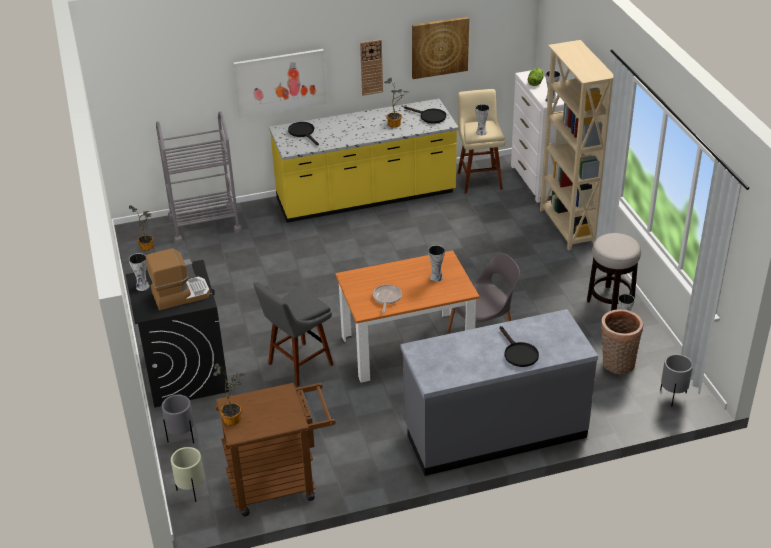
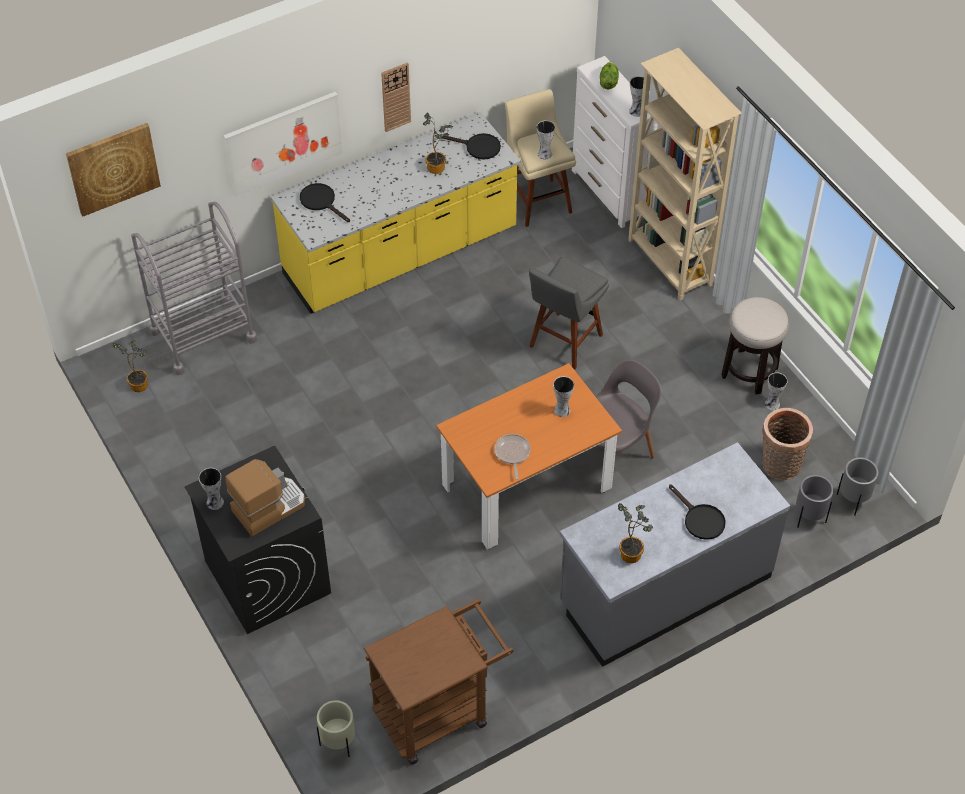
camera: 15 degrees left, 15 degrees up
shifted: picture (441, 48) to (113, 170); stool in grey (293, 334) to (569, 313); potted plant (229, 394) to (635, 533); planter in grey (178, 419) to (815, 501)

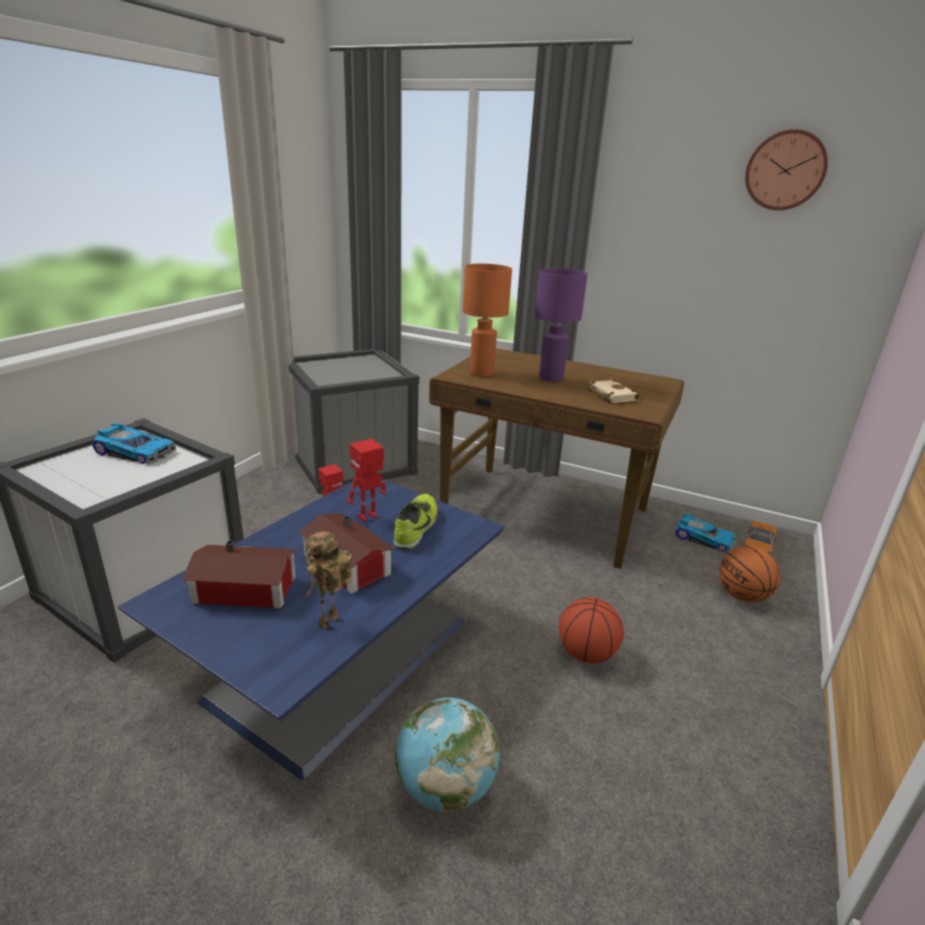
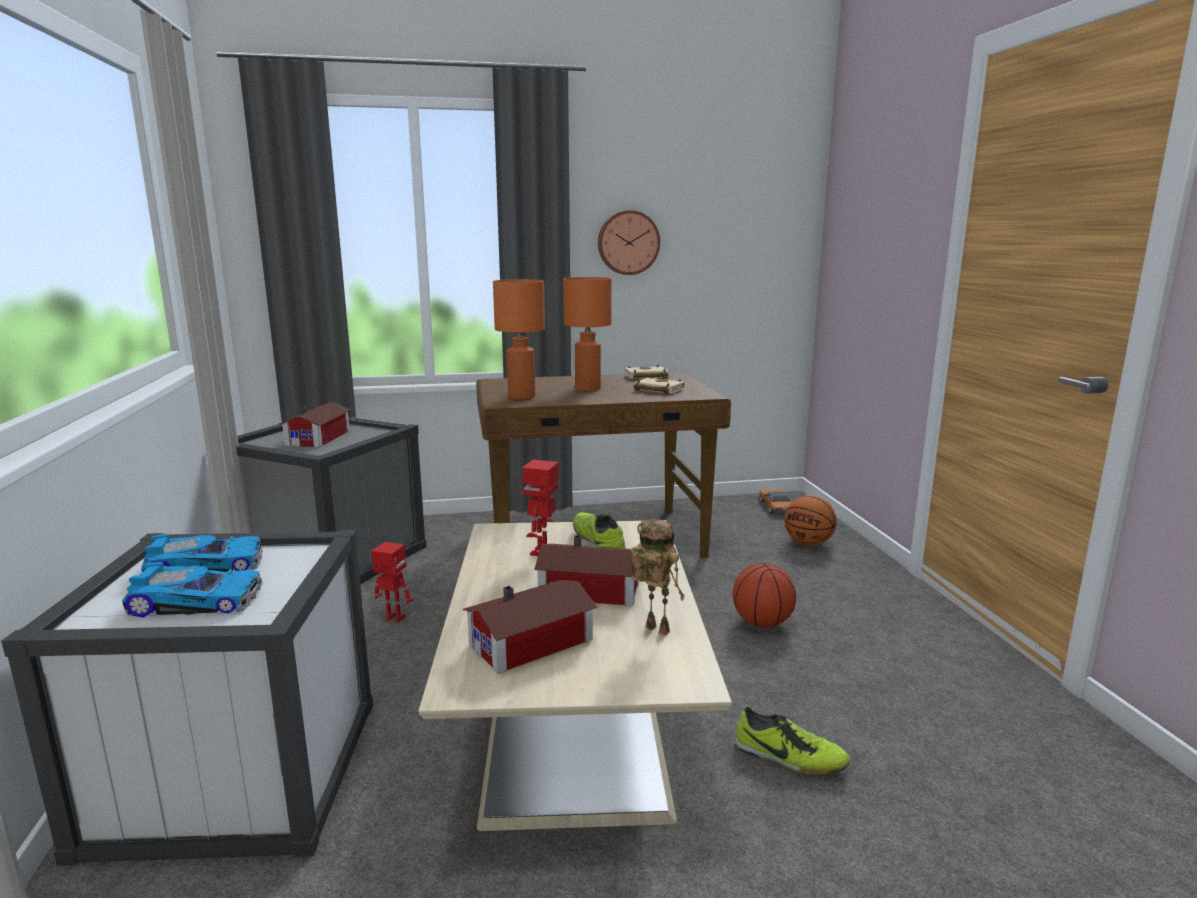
camera: 35 degrees left, 10 degrees down
new: book in beige (647, 372); toy house (315, 424)
shifted: wall clock (786, 169) to (629, 242); toy car (705, 533) to (192, 590)
swapped: globe (447, 755) to shoe (792, 740)
repainted: table lamp in purple (561, 325) to table lamp in orange (587, 334); coffee table in blue (311, 630) to coffee table in beige (575, 675)
rotated: toy robot (328, 580) = (658, 577) 135 degrees clockwise

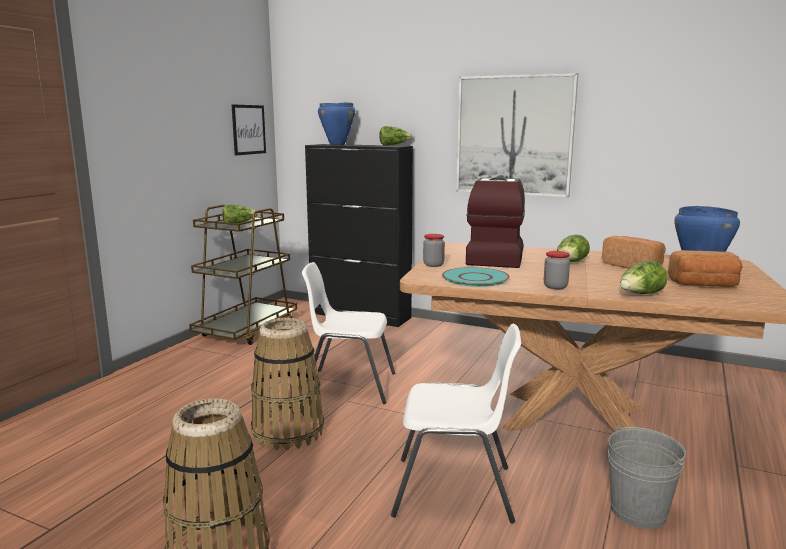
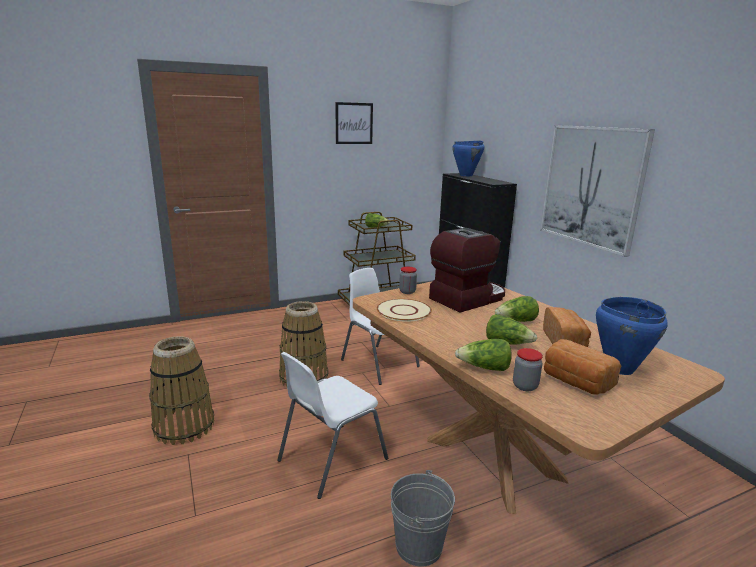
camera: 40 degrees right, 5 degrees up
shifted: picture (248, 129) to (354, 123); lettuce (395, 136) to (511, 329); jar (557, 270) to (528, 369)
repainted: plate in turquoise (476, 277) to plate in beige (404, 310)
rotated: chair in white (456, 424) = (332, 425) 90 degrees clockwise

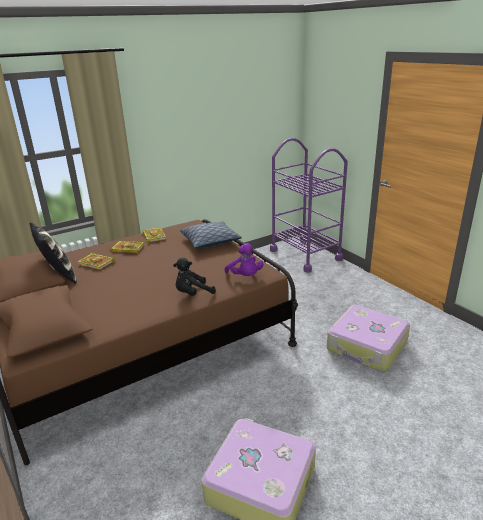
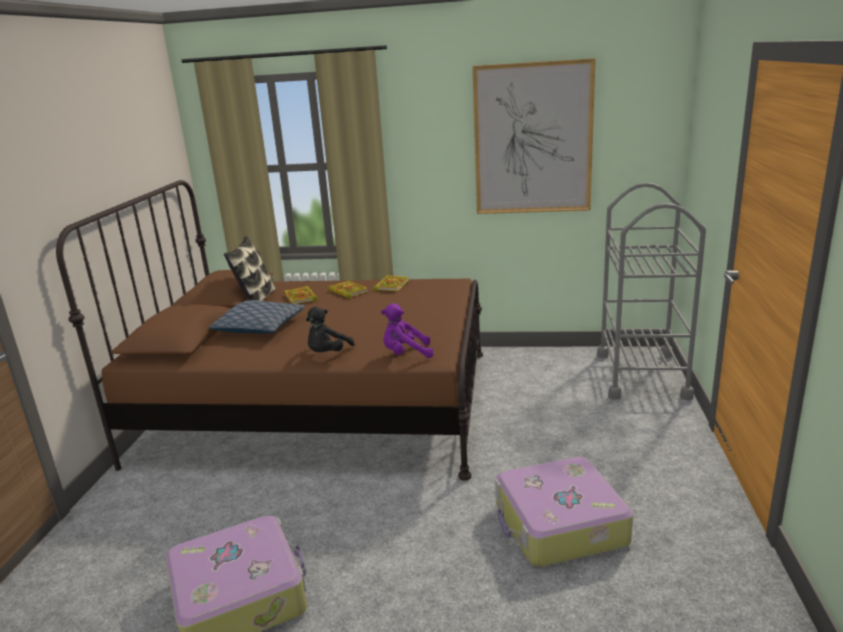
camera: 40 degrees right, 5 degrees down
new: picture (534, 136)
shifted: pillow (211, 234) to (257, 317)
repainted: cart in purple (309, 205) to cart in grey (651, 291)
rotated: plush toy in purple (244, 259) = (407, 330) 75 degrees clockwise; plush toy in black (194, 276) = (330, 329) 75 degrees counterclockwise

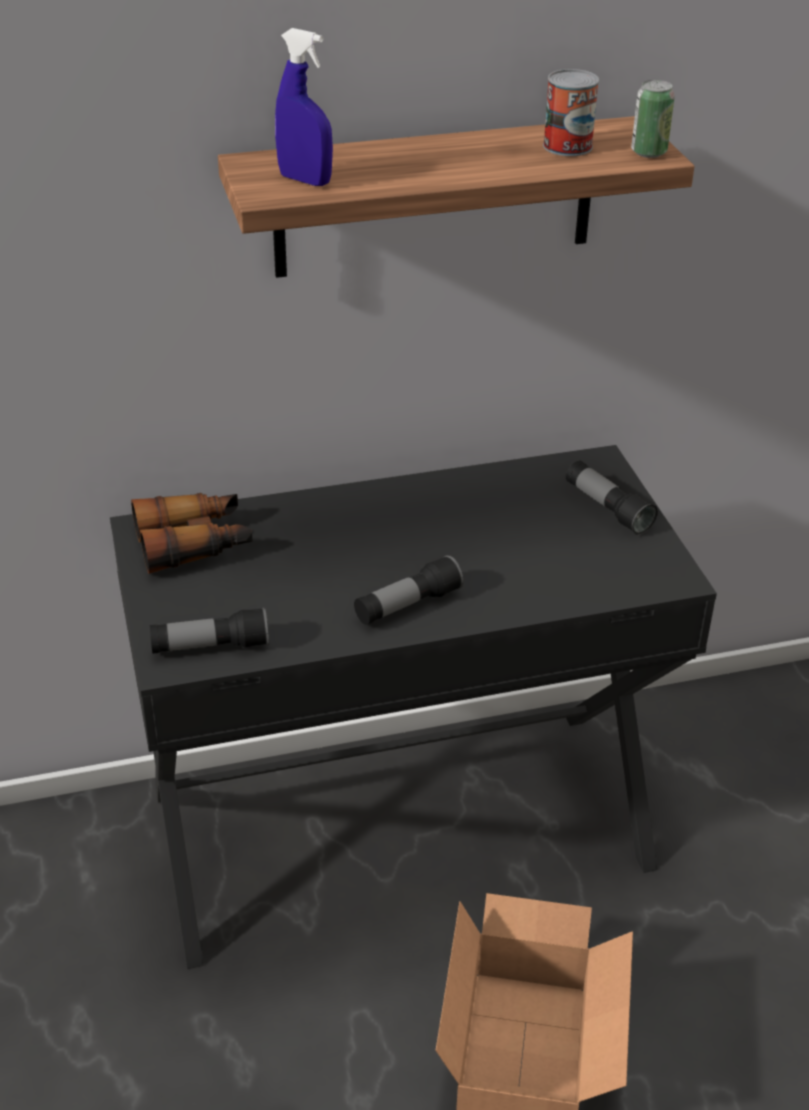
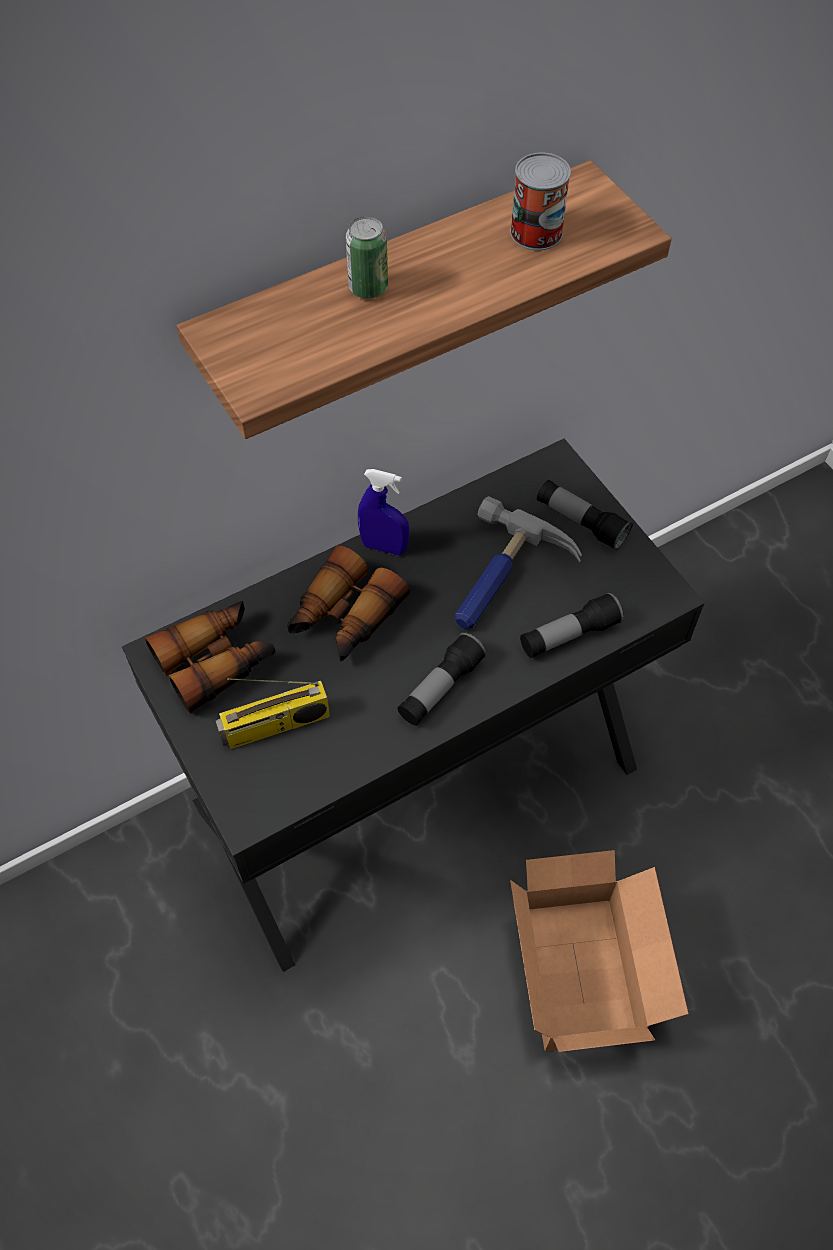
camera: 15 degrees left, 20 degrees up
new: hammer (518, 562); binoculars (348, 603); radio (273, 713)
shifted: spray bottle in blue (304, 107) to (383, 512); can (653, 119) to (367, 257); flashlight (209, 630) to (572, 625)

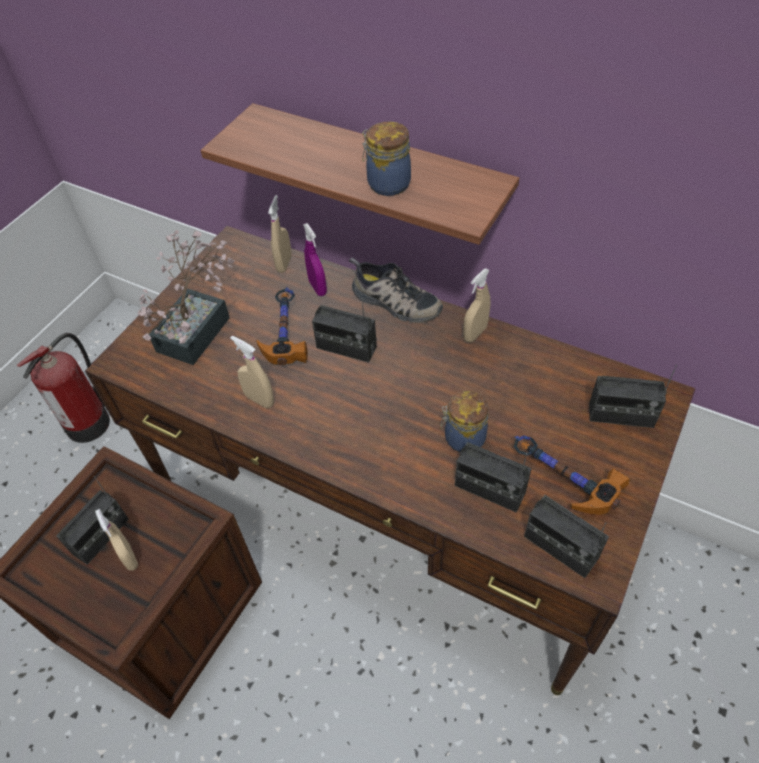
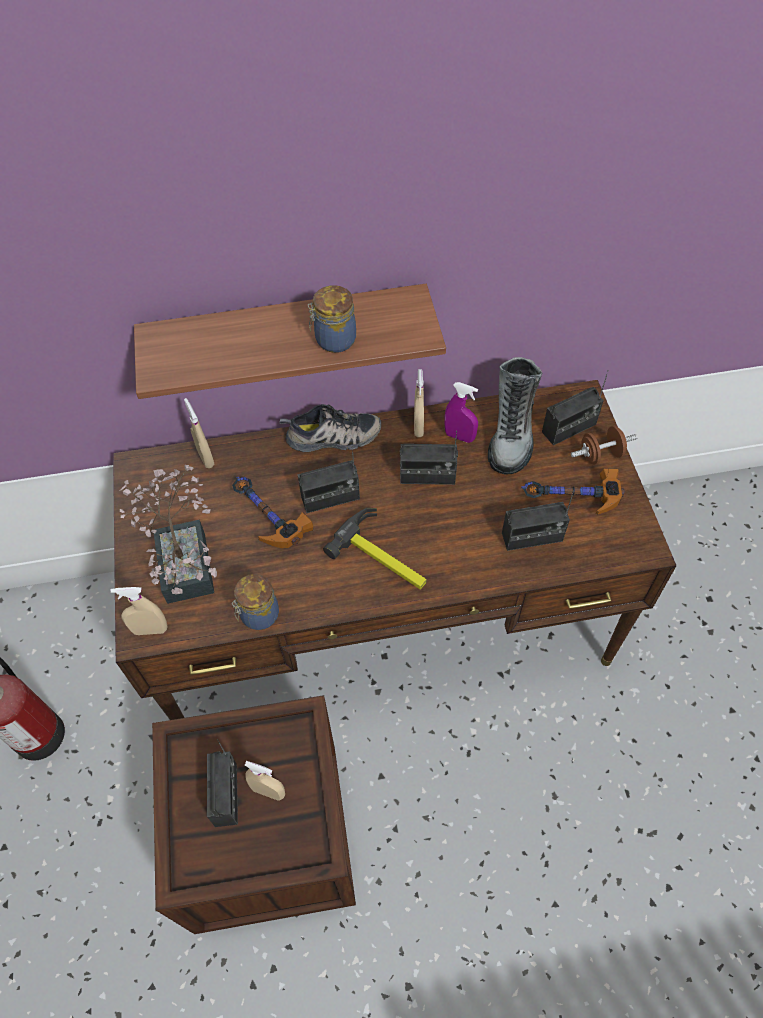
camera: 40 degrees left, 5 degrees up
new: boot (515, 416); dumbbell in brown (604, 445); hammer (375, 549)
shifted: spray bottle in purple (315, 259) to (461, 412); spray bottle in beige (252, 372) to (139, 611); jar (465, 421) to (255, 602); radio (566, 536) to (429, 458)

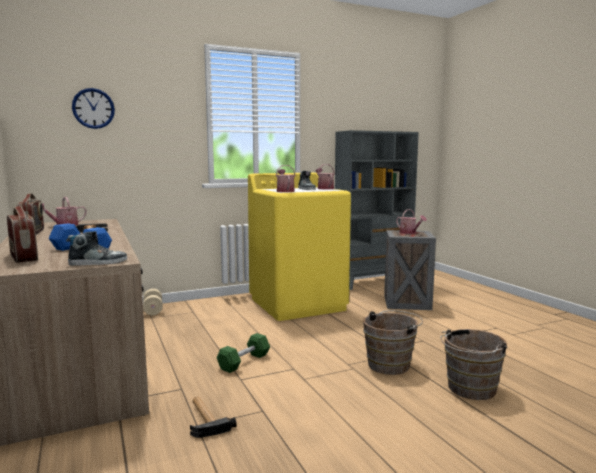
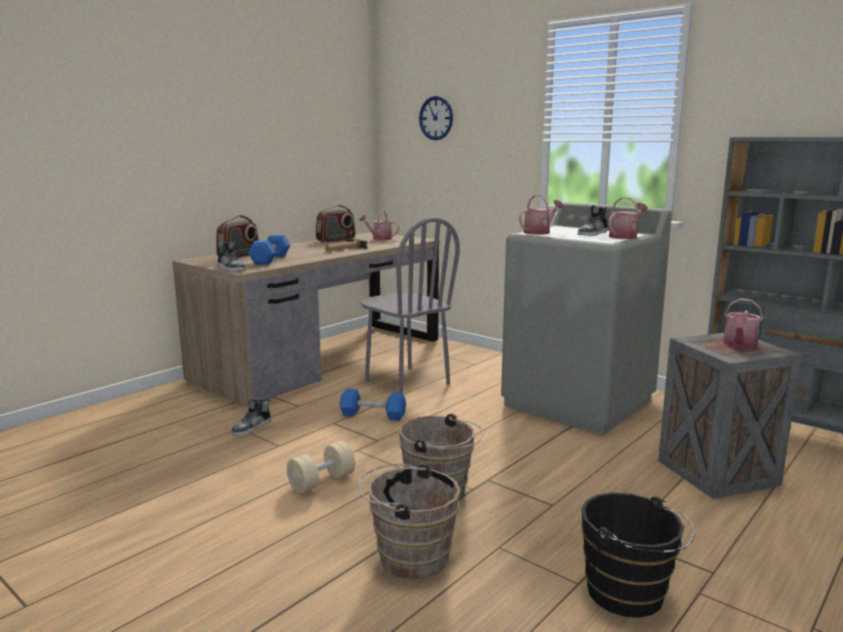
camera: 65 degrees right, 5 degrees up
new: chair in grey (410, 305); bucket in black (638, 555)
shifted: dumbbell in beige (153, 302) to (321, 467)
swapped: hammer (213, 417) to shoe (251, 417)
repainted: washing machine in yellow (299, 247) to washing machine in grey (586, 318); dumbbell in green (243, 353) to dumbbell in blue (373, 405)

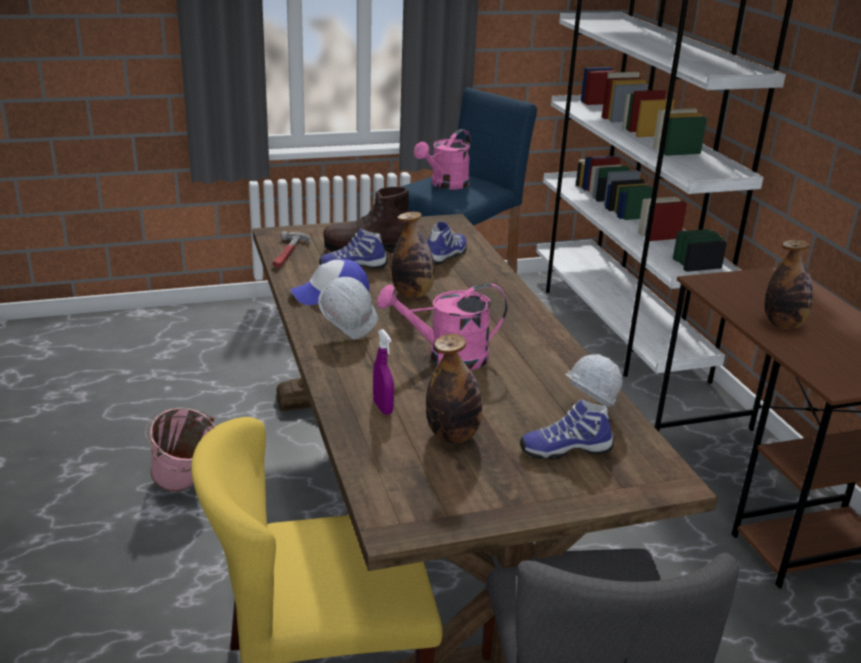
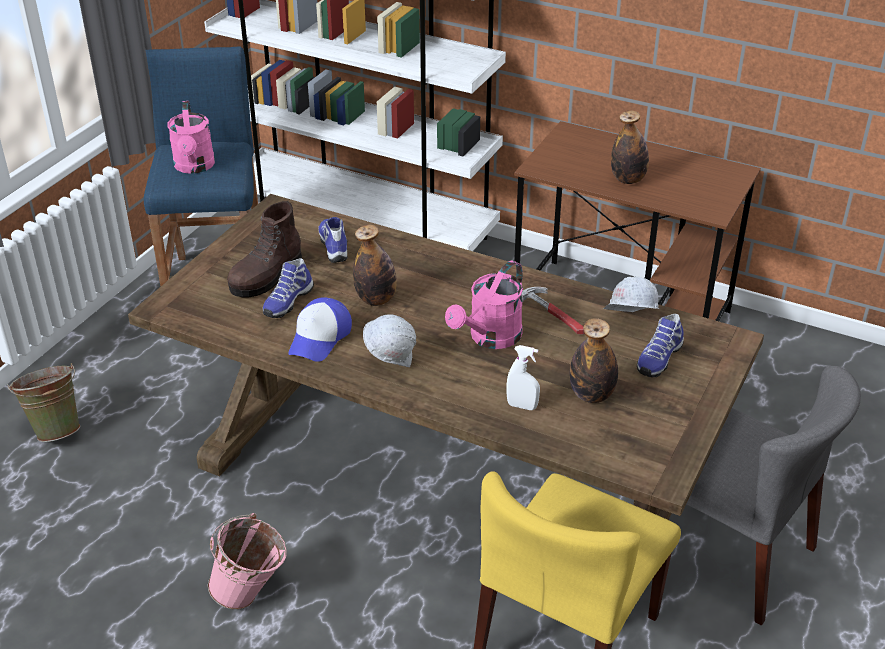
camera: 45 degrees left, 10 degrees up
new: bucket in green (44, 402)
shifted: hammer (292, 249) to (552, 311)
repainted: spray bottle in purple (383, 372) to spray bottle in white (523, 377)

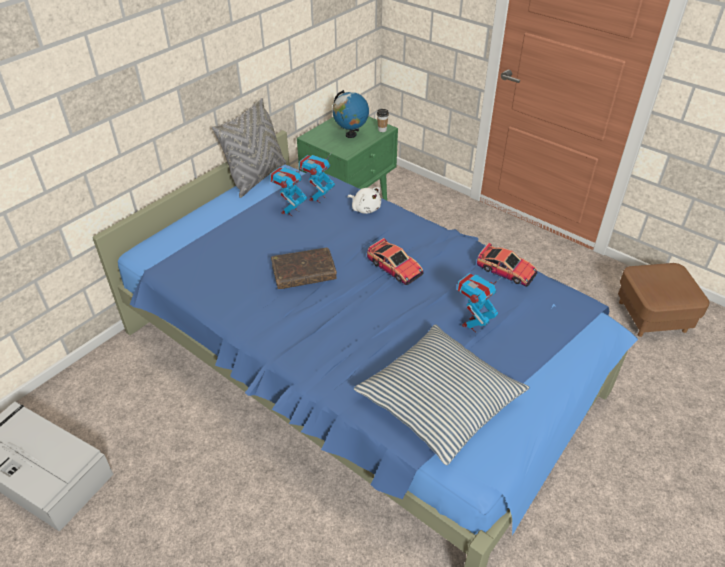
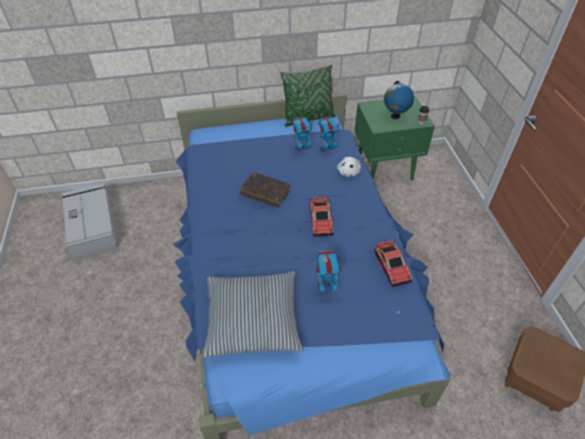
camera: 40 degrees right, 5 degrees up
repainted: pillow in grey (249, 148) to pillow in green (307, 96)

